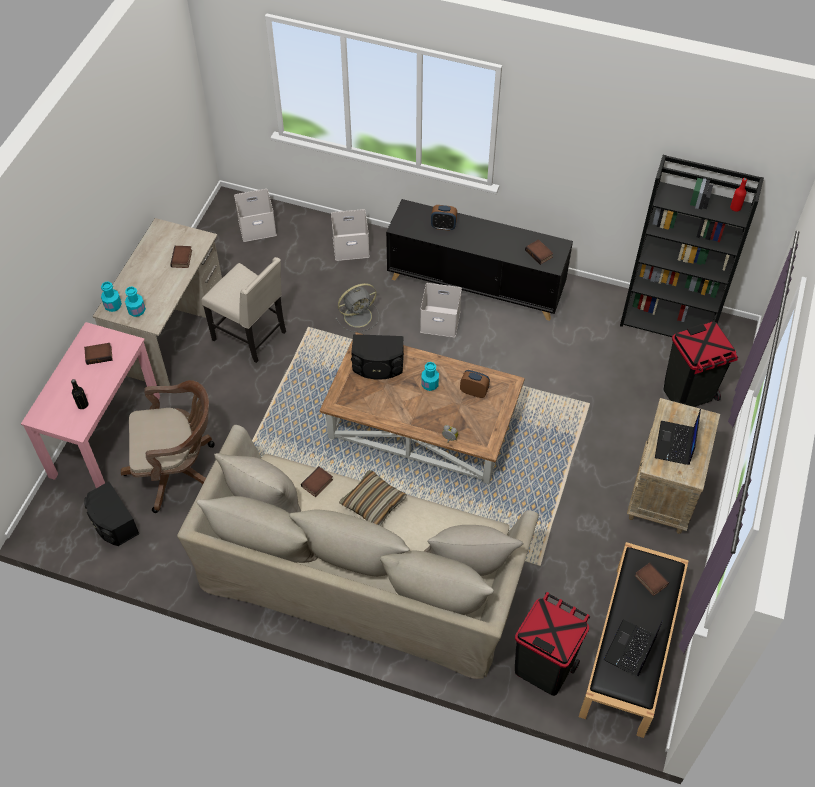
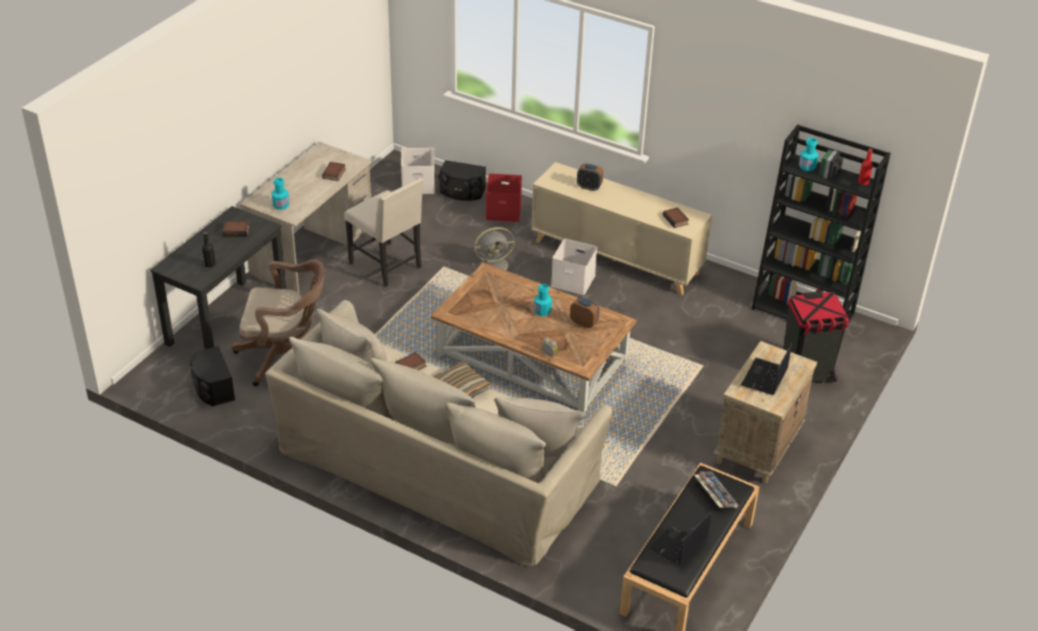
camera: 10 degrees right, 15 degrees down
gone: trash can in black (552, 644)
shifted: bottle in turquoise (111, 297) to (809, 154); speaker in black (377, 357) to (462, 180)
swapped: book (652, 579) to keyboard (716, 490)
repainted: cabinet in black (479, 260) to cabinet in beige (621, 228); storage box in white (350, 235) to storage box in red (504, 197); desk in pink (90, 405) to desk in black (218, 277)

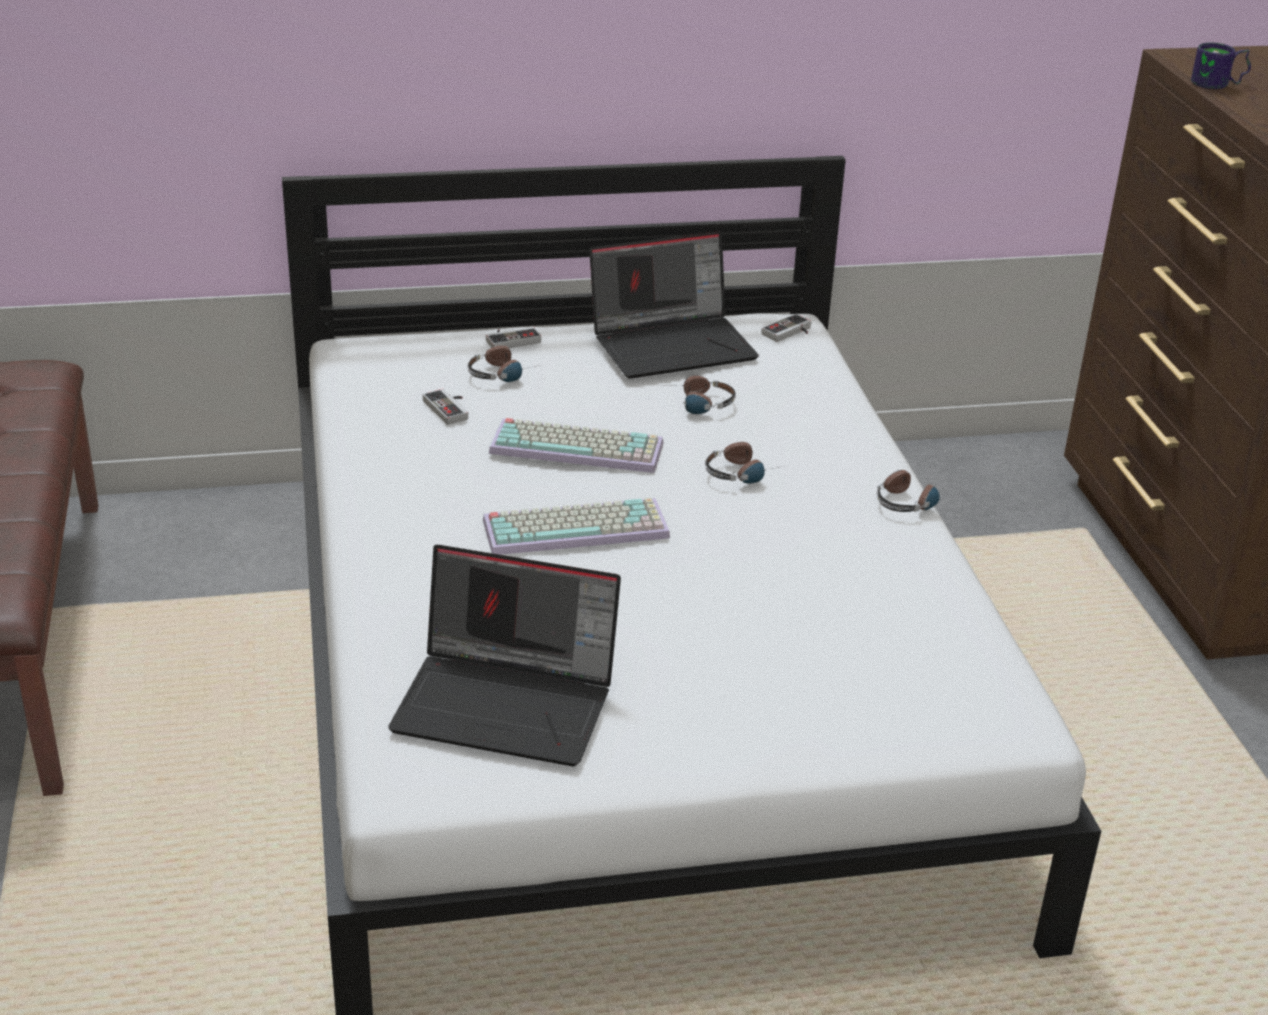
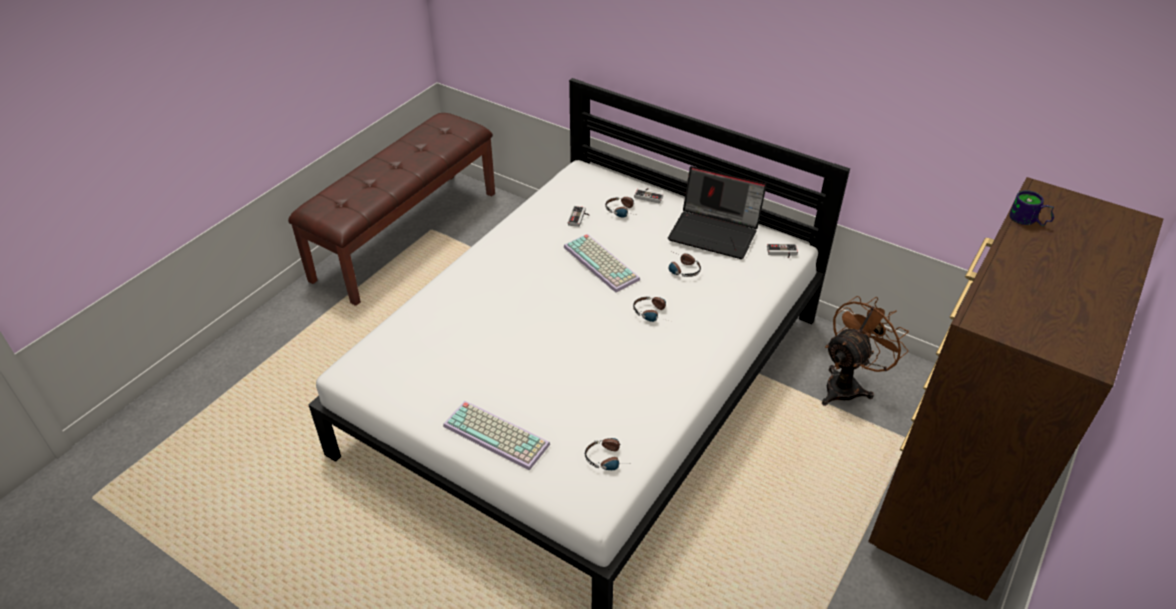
camera: 45 degrees right, 10 degrees up
gone: laptop (504, 655)
new: fan in brown (865, 351)
shifted: headphones (912, 491) to (607, 454); keyboard (576, 526) to (496, 436)

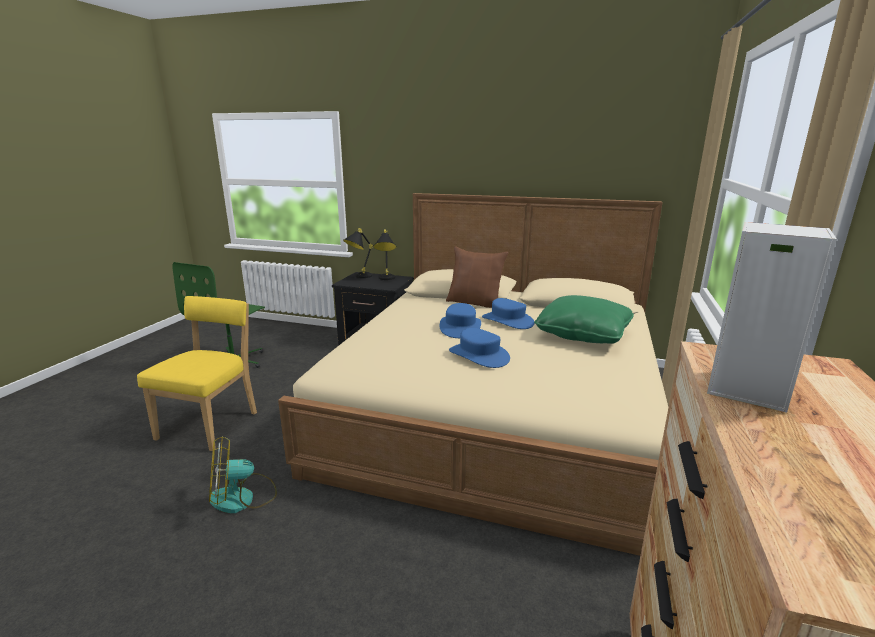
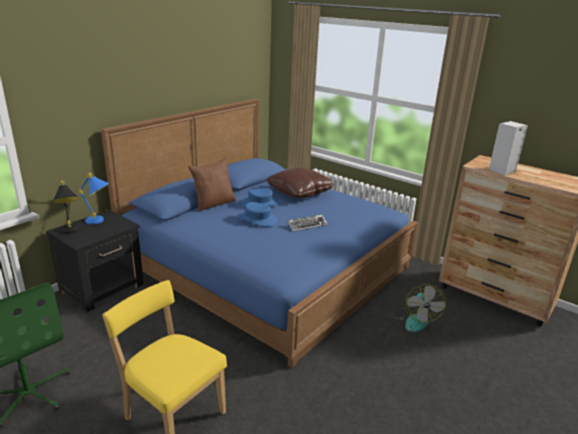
camera: 70 degrees left, 5 degrees up
shifted: fan (243, 474) to (418, 308)
swapped: hat in blue (479, 348) to keyboard (307, 222)
repainted: bed in beige (473, 374) to bed in blue (259, 233); table lamp in black (385, 255) to table lamp in blue (94, 199); pillow in green (584, 319) to pillow in brown (300, 183)

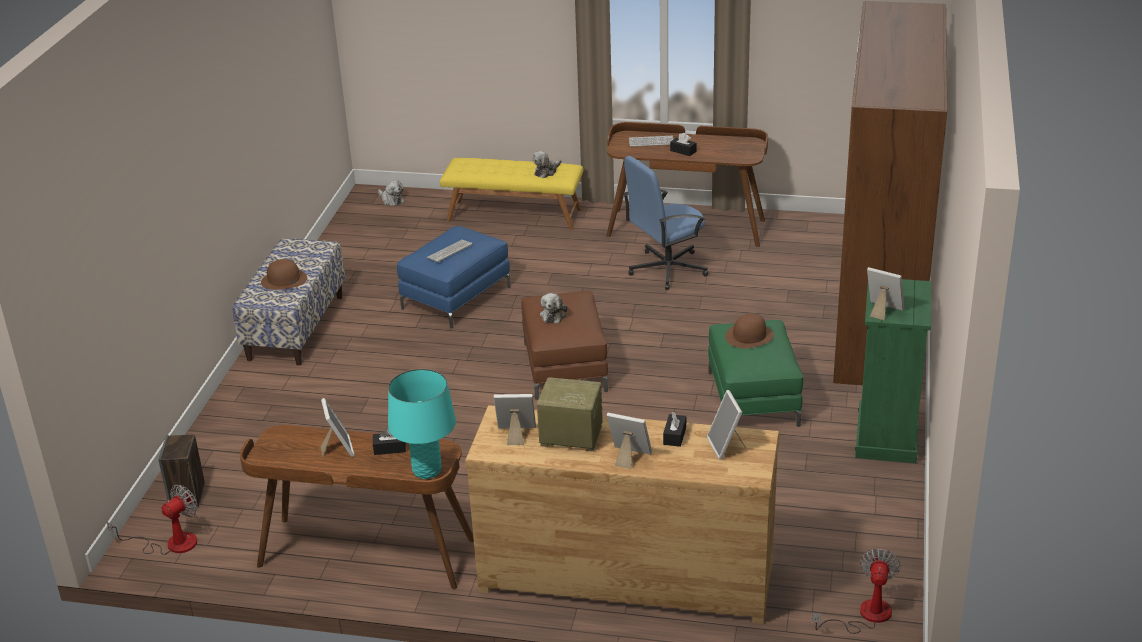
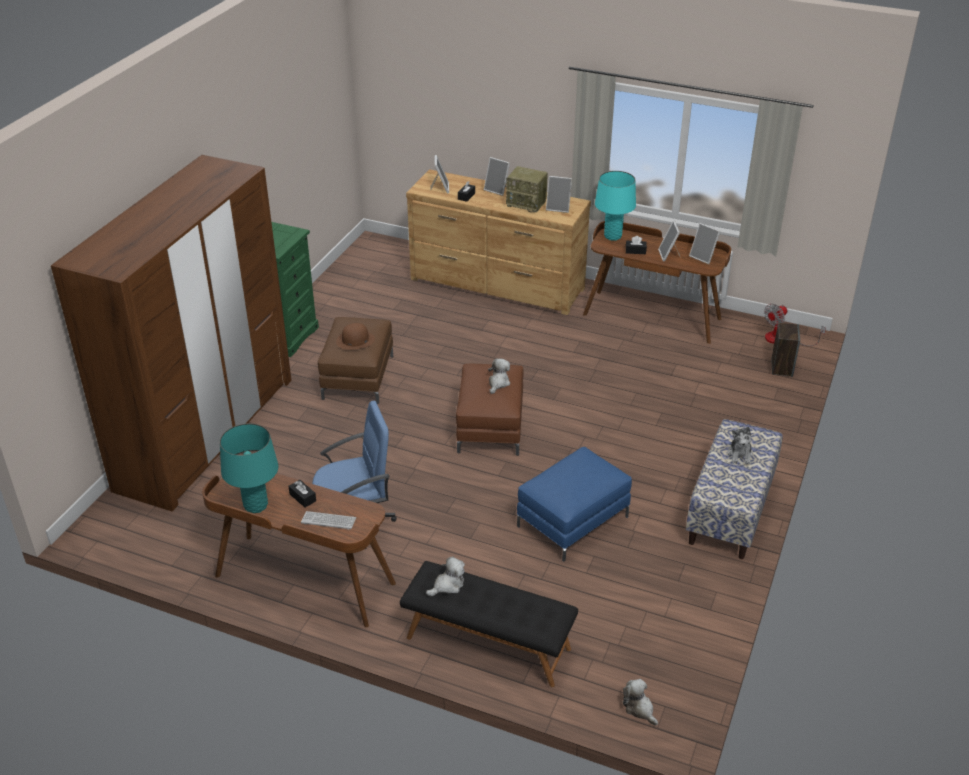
camera: 170 degrees left, 5 degrees up
gone: keyboard (449, 251); fan (856, 591)
new: table lamp in turquoise (249, 468)
shifted: picture frame (885, 293) to (704, 243)
swapped: hat in brown (284, 274) to plush toy (740, 445)
repainted: bench in yellow (511, 194) to bench in black (489, 624); ottoman in green (755, 373) to ottoman in brown (355, 360)

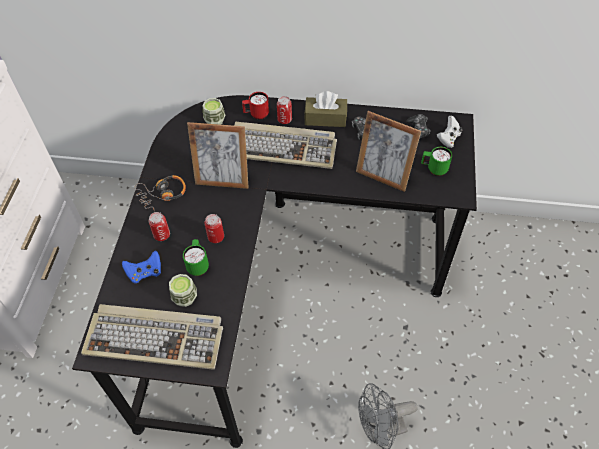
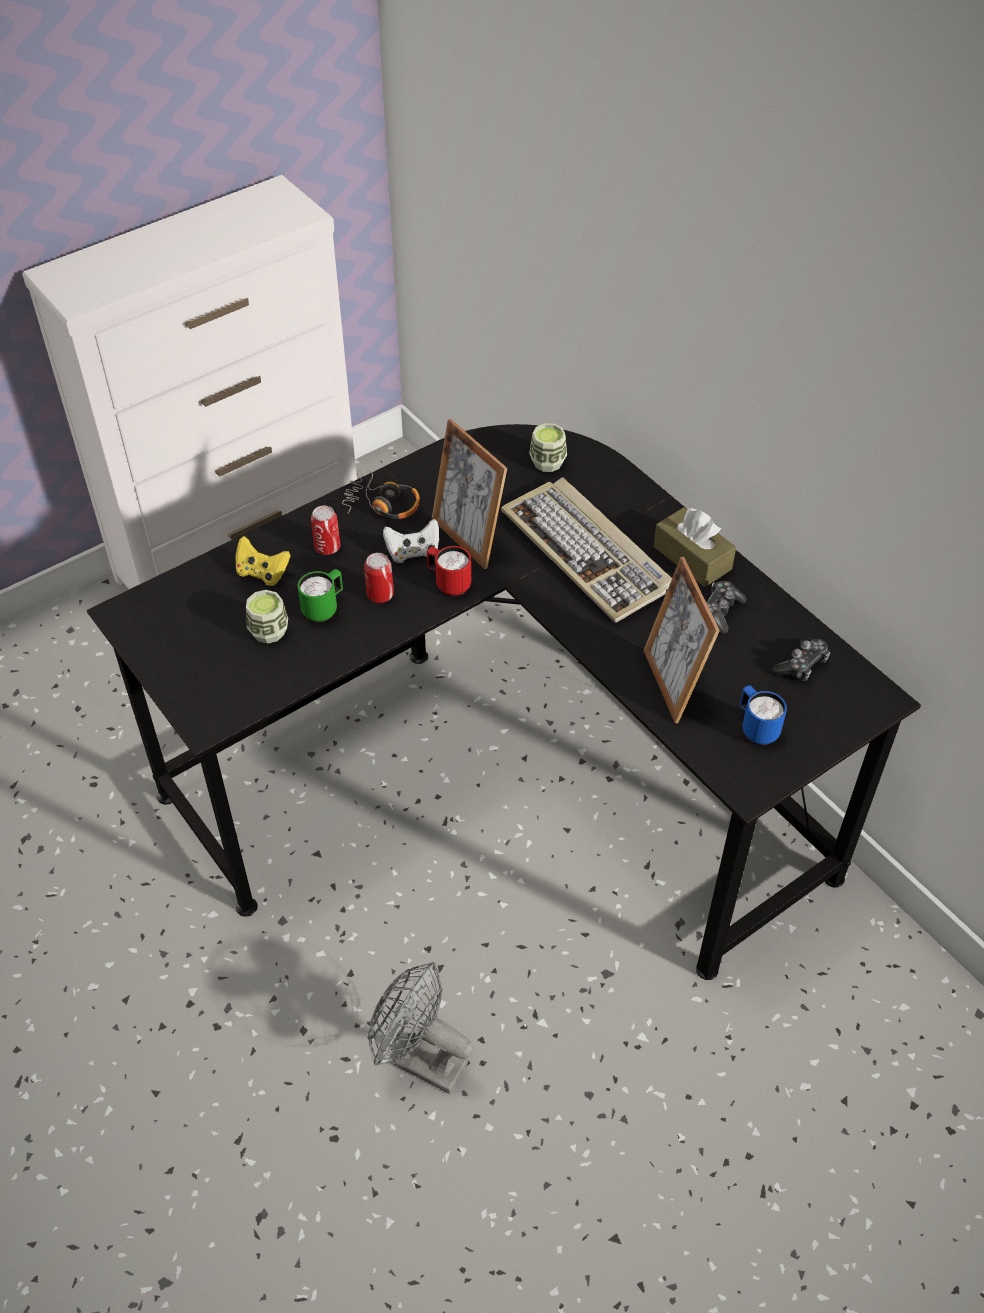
camera: 45 degrees right, 5 degrees down
gone: can (284, 110); keyboard (152, 337)
shifted: mug in red (255, 106) to (449, 571); game controller in white (450, 132) to (411, 541)
repainted: mug in green (436, 161) to mug in blue (763, 715); game controller in blue (141, 267) to game controller in yellow (263, 561)

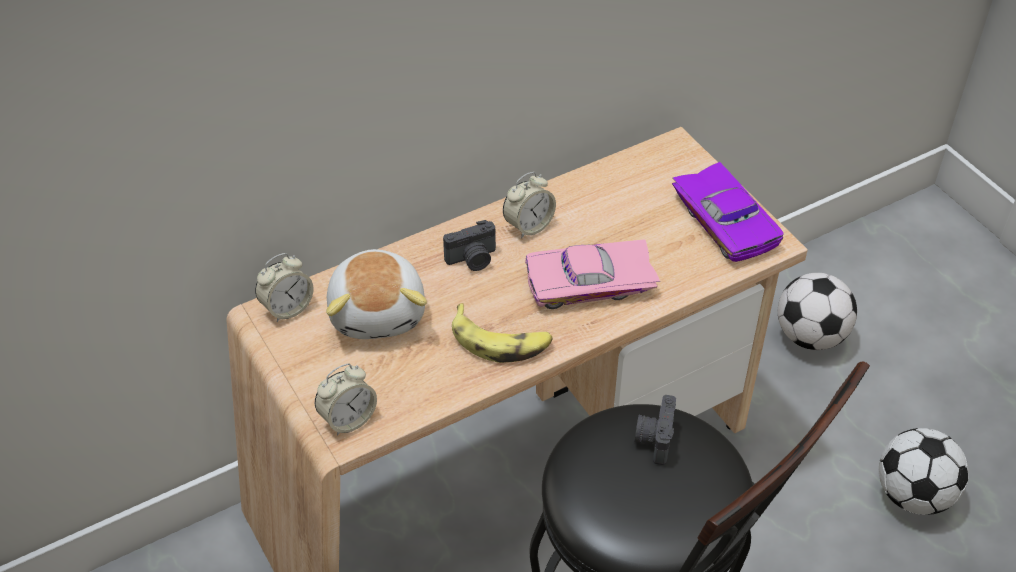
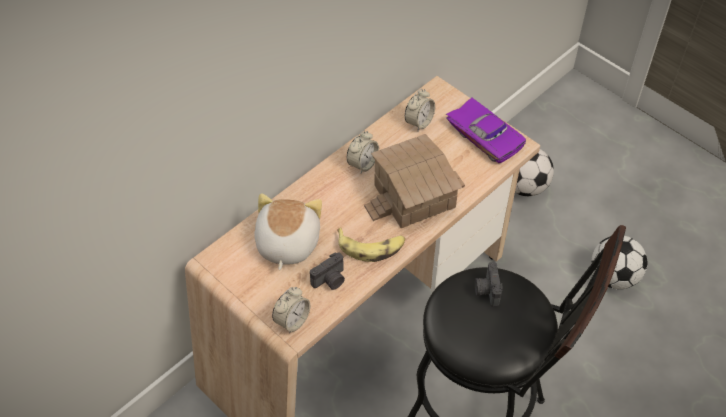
camera: 15 degrees left, 5 degrees up
shifted: photo camera (469, 245) to (327, 271); alarm clock (284, 287) to (420, 109)
swapped: toy car in pink (592, 274) to toy house (414, 181)
rotated: plush toy (376, 294) = (288, 232) 150 degrees counterclockwise

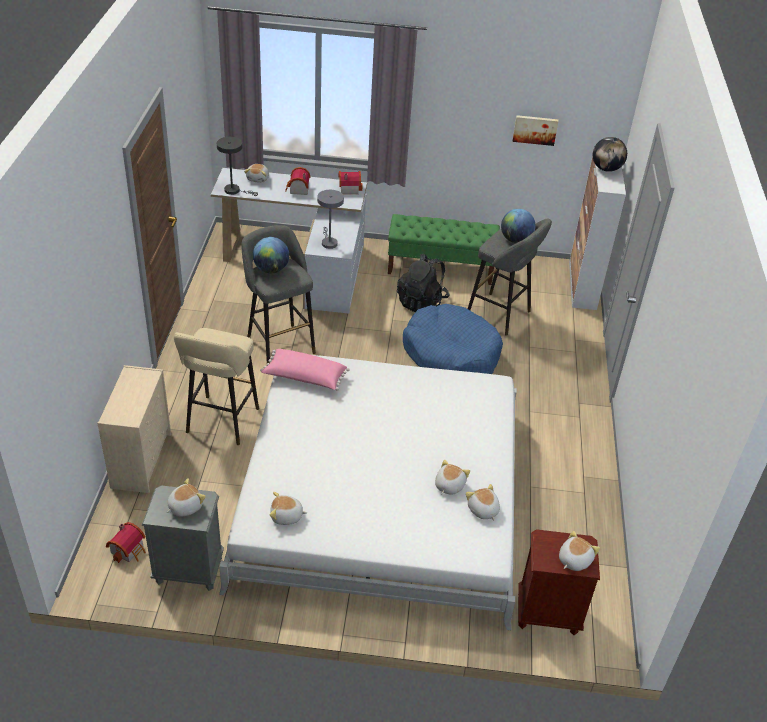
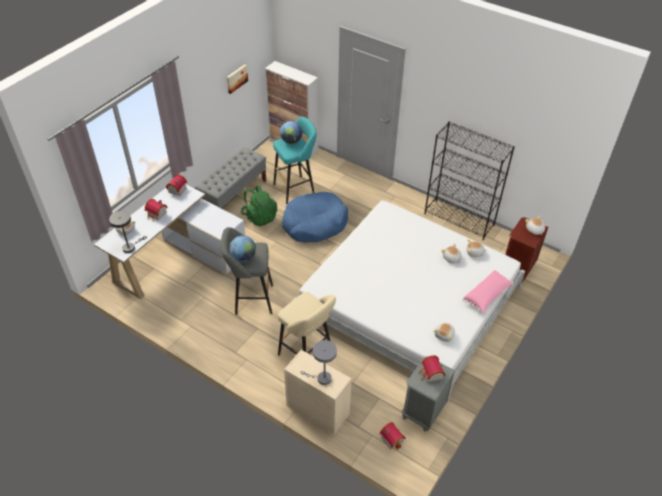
camera: 60 degrees left, 5 degrees up
gone: globe (610, 154)
new: bookcase in black (470, 180)
shifted: table lamp in grey (330, 219) to (318, 362); pillow in pink (305, 369) to (488, 291)
swapped: plush toy (186, 497) to toy house (432, 368)
repainted: bench in green (444, 249) to bench in grey (230, 177); stool in grey (510, 277) to stool in turquoise (295, 160); backpack in black (423, 283) to backpack in green (259, 205)

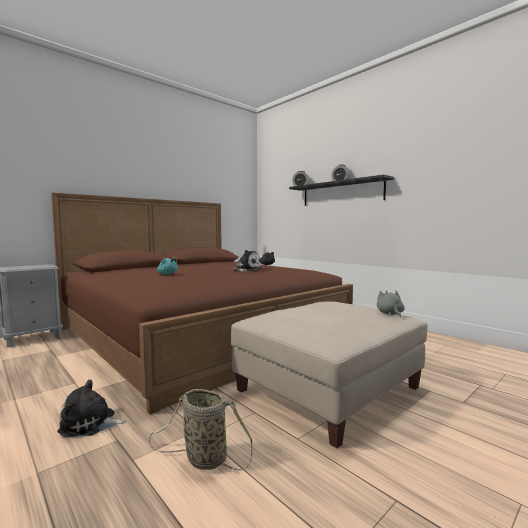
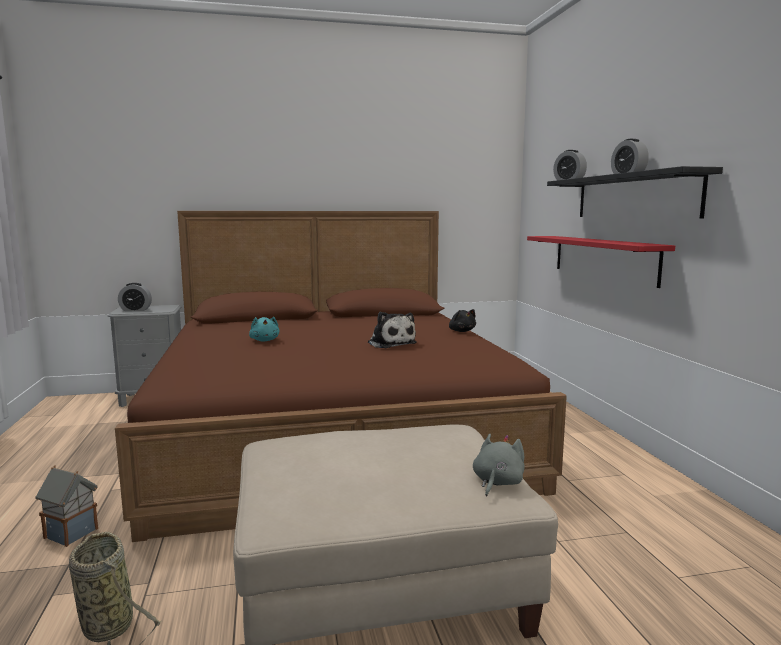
camera: 30 degrees right, 5 degrees up
new: shelf in red (601, 262); alarm clock (135, 297)
swapped: plush toy (92, 408) to toy house (66, 506)

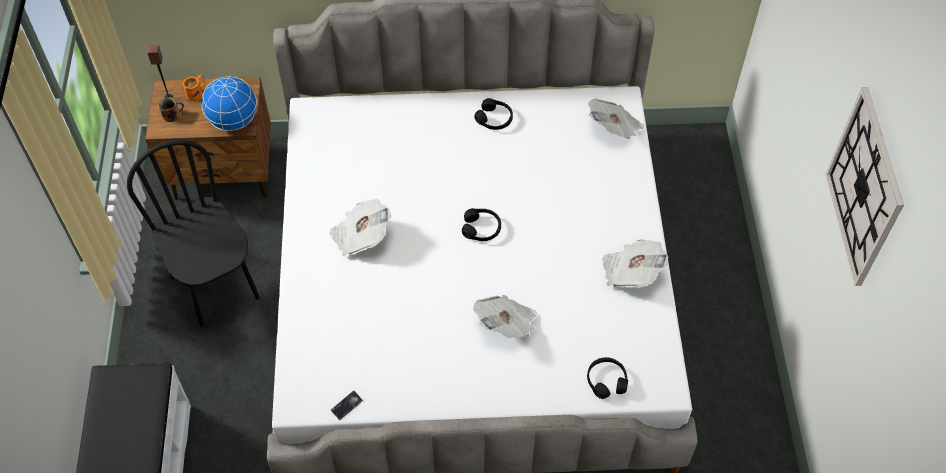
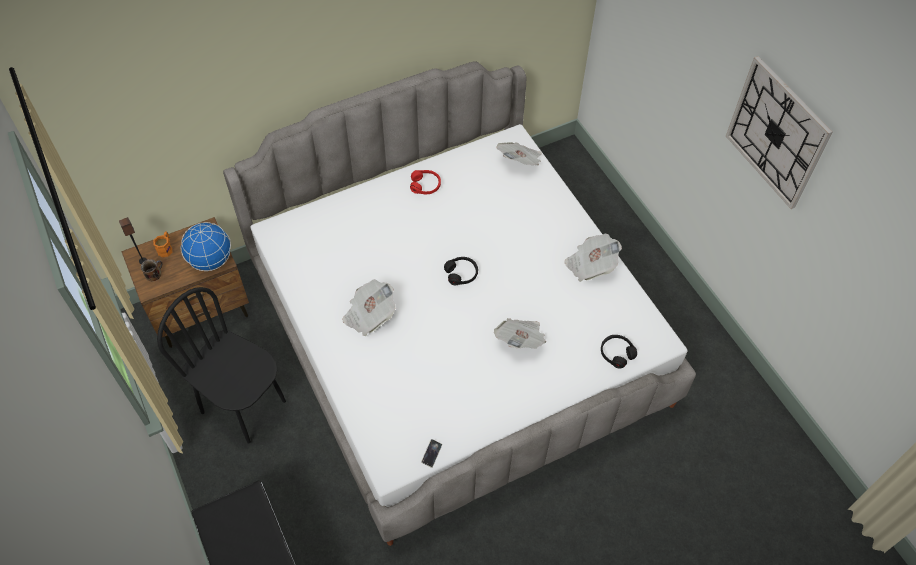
camera: 25 degrees left, 0 degrees up
repainted: headphones in black (493, 114) to headphones in red (425, 182)

